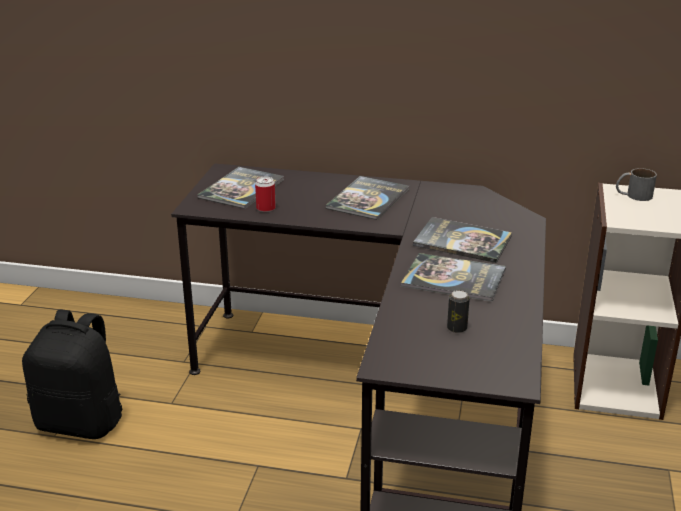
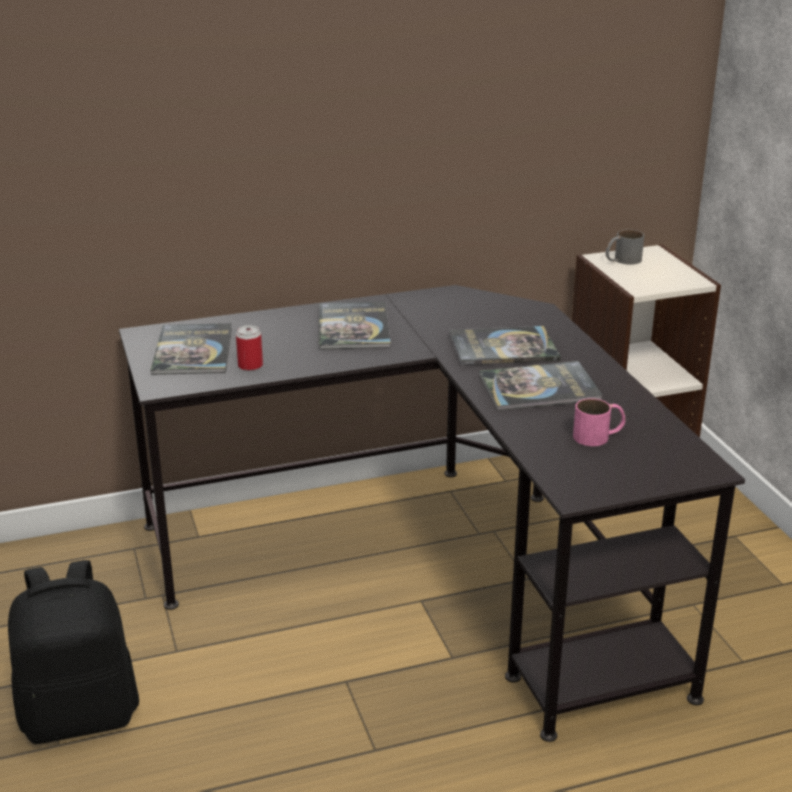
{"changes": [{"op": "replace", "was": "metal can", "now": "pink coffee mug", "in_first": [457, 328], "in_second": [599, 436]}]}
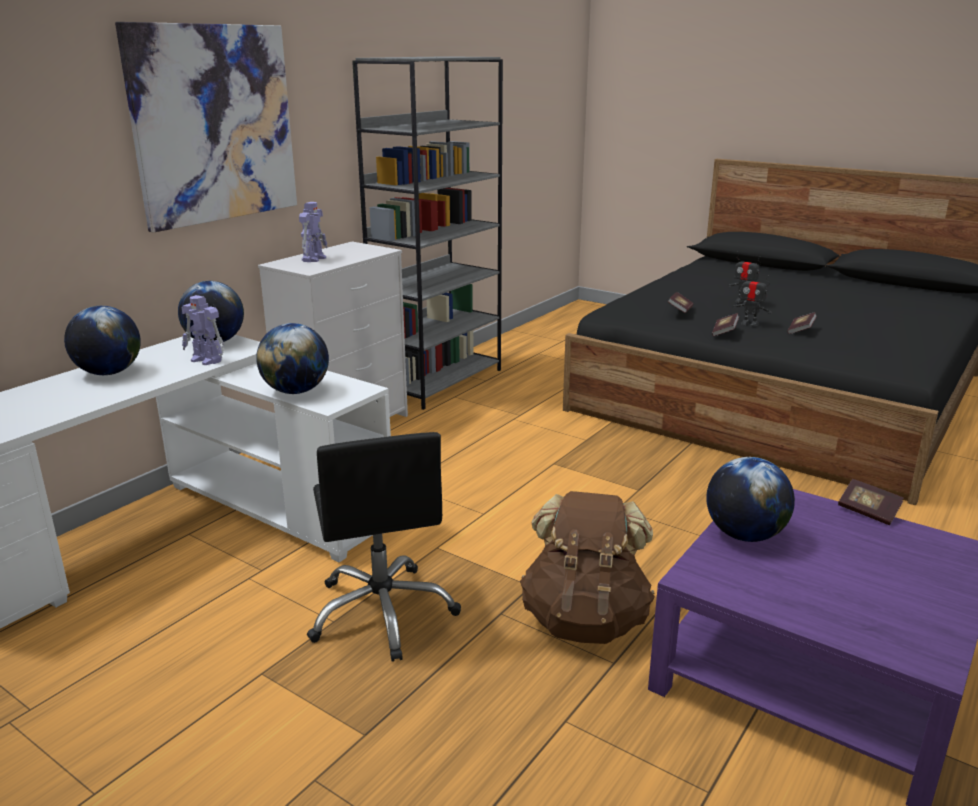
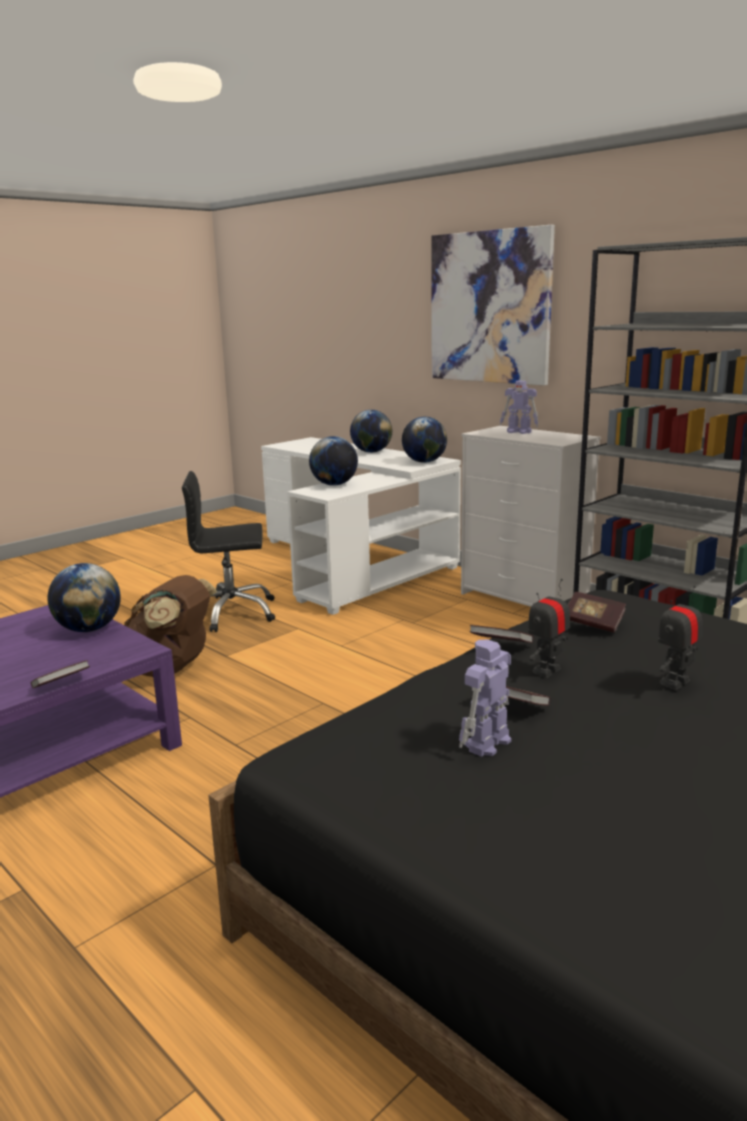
{"changes": [{"op": "move", "was": "robot figure", "in_first": [207, 360], "in_second": [486, 743]}]}
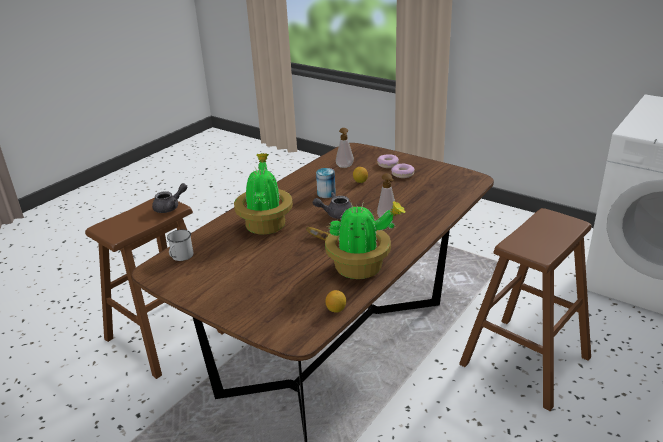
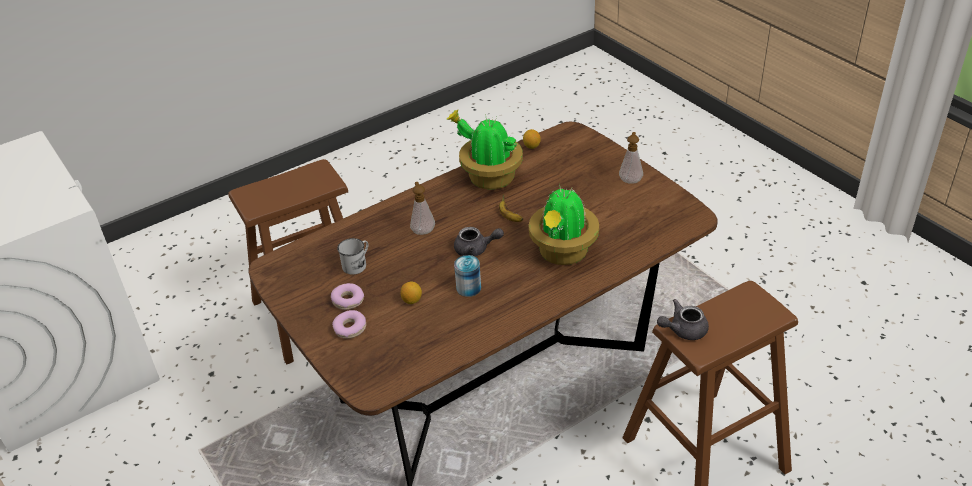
{"changes": [{"op": "move", "was": "white coffee mug", "in_first": [180, 257], "in_second": [357, 264]}, {"op": "move", "was": "soap dispenser", "in_first": [345, 167], "in_second": [630, 180]}]}
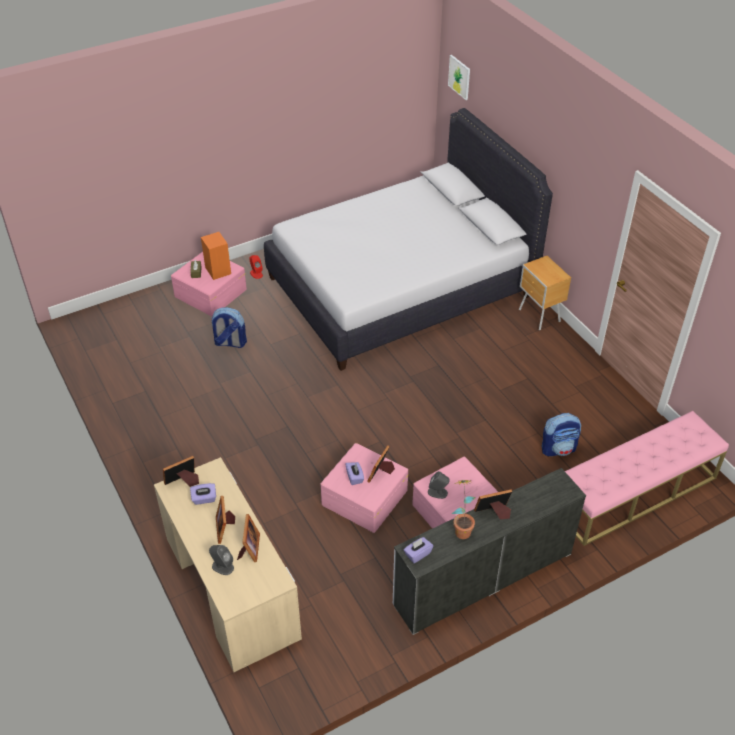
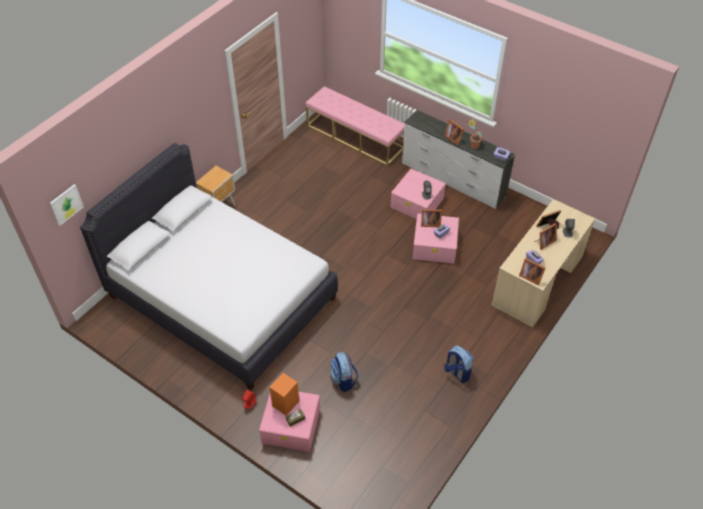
{"changes": [{"op": "move", "was": "knapsack", "in_first": [558, 448], "in_second": [457, 372]}]}
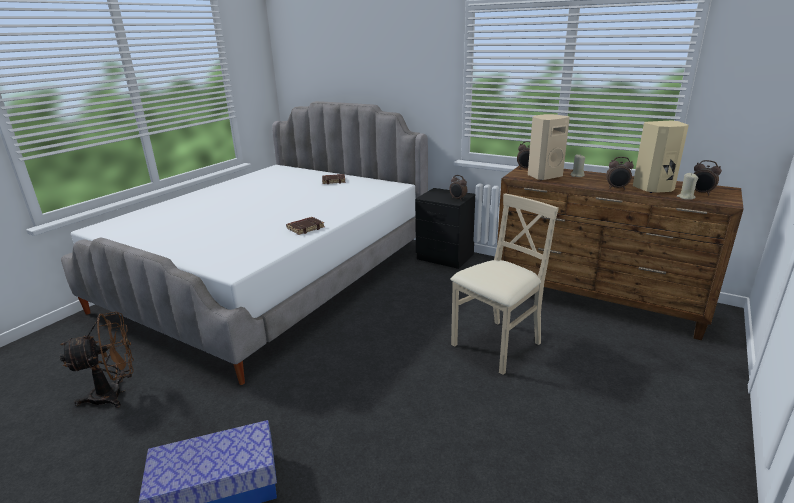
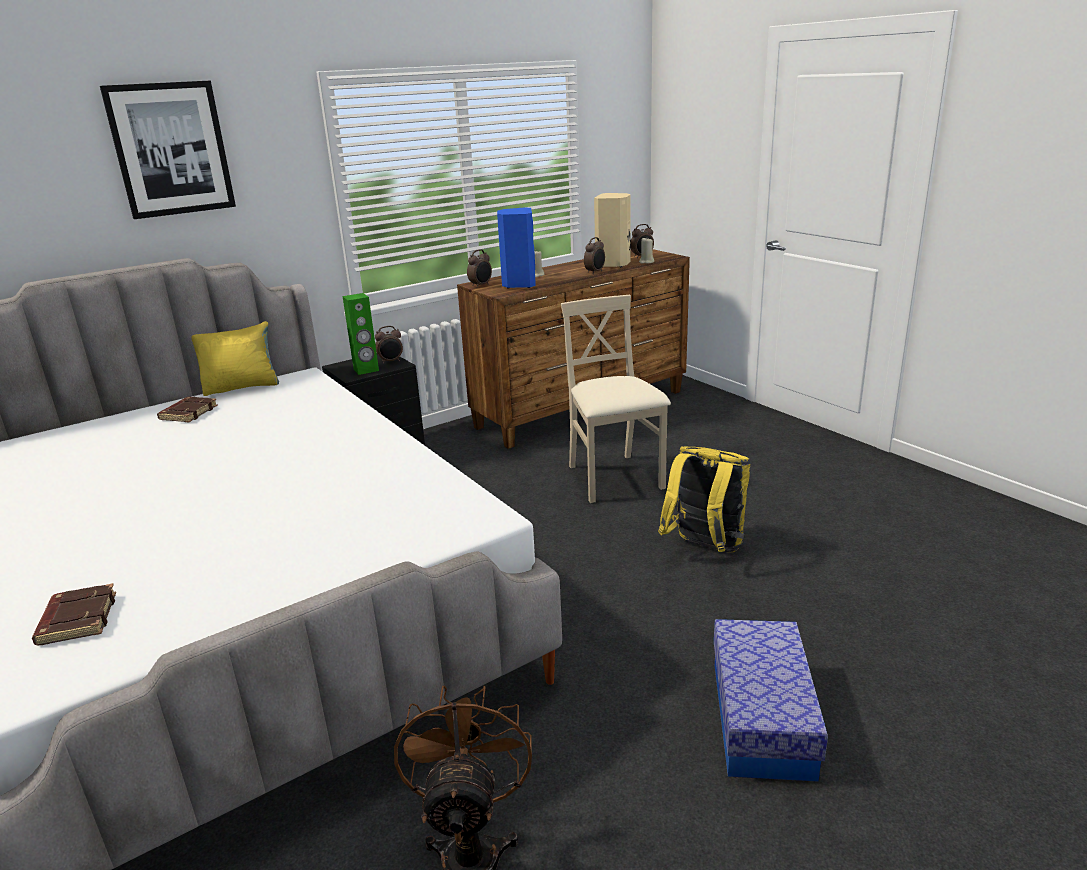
{"changes": [{"op": "move", "was": "brownish volume", "in_first": [305, 228], "in_second": [77, 619]}, {"op": "recolor", "was": "beige-coloured speaker", "now": "bluish speaker", "in_first": [543, 176], "in_second": [518, 284]}, {"op": "insert", "now": "picture", "in_second": [171, 149]}, {"op": "insert", "now": "yellow cushion", "in_second": [242, 387]}, {"op": "insert", "now": "greenish speaker", "in_second": [366, 370]}, {"op": "insert", "now": "yellow knapsack", "in_second": [704, 548]}]}
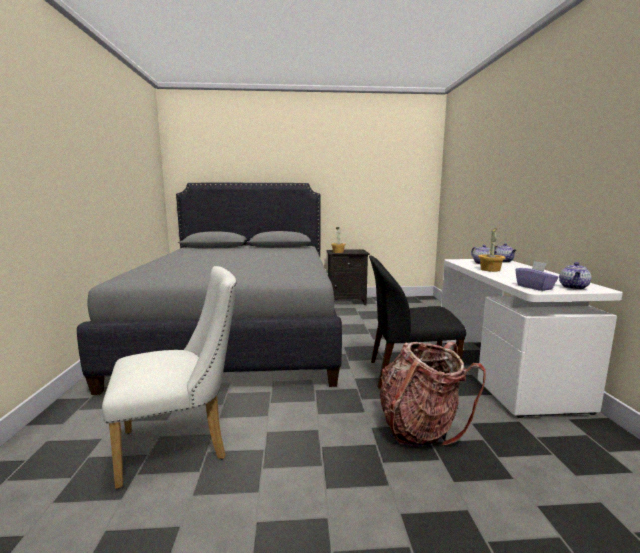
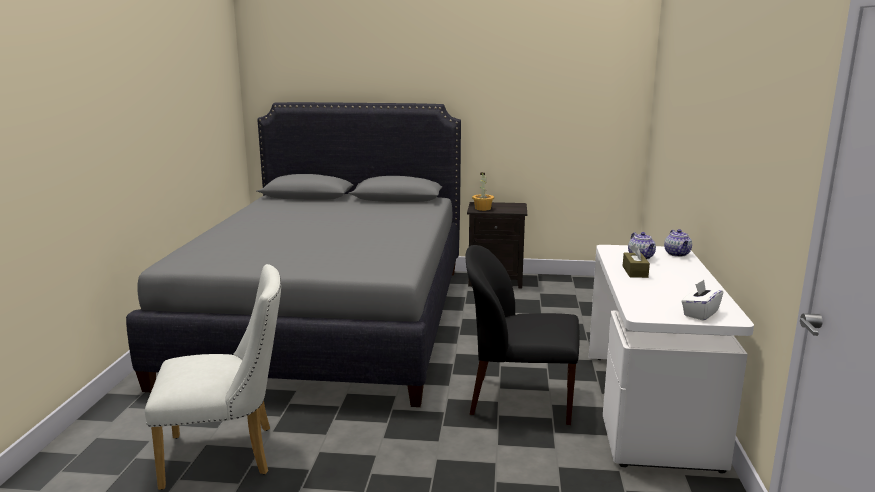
{"changes": [{"op": "delete", "was": "knapsack", "in_first": [419, 427]}, {"op": "replace", "was": "plant in a pot", "now": "brownish box of tissues", "in_first": [490, 269], "in_second": [635, 272]}, {"op": "delete", "was": "purple-coloured box of tissues", "in_first": [535, 287]}, {"op": "replace", "was": "tea pot", "now": "white box of tissues", "in_first": [574, 287], "in_second": [700, 313]}]}
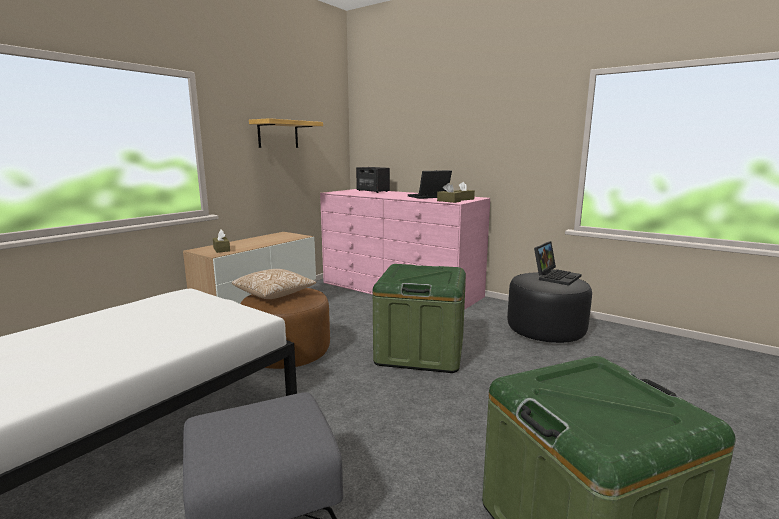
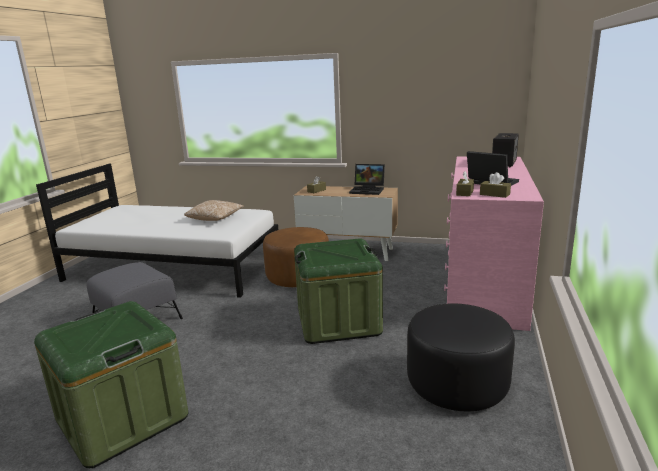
{"changes": [{"op": "move", "was": "cushion", "in_first": [275, 294], "in_second": [215, 219]}, {"op": "delete", "was": "bracket shelf", "in_first": [278, 134]}, {"op": "move", "was": "notebook computer", "in_first": [555, 277], "in_second": [368, 190]}]}
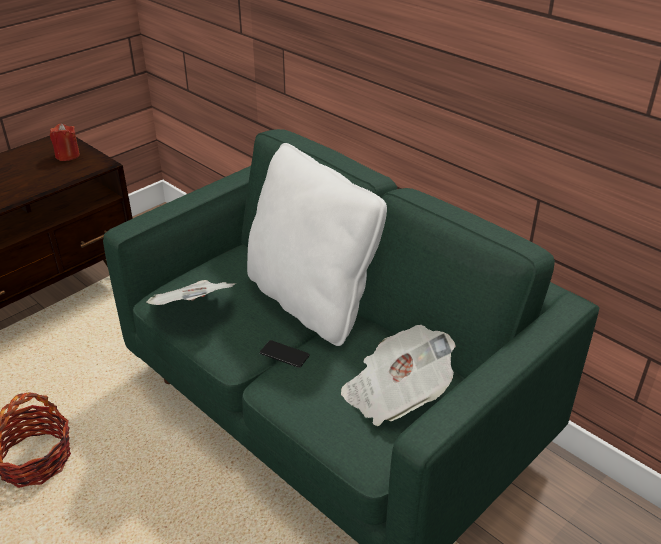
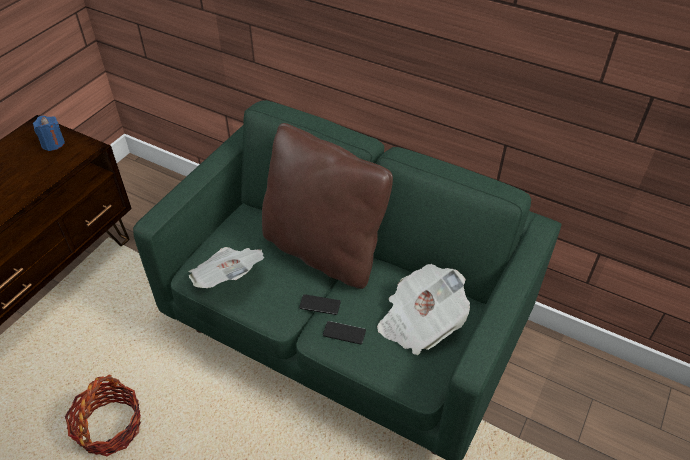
{"changes": [{"op": "recolor", "was": "red-coloured candle", "now": "bluish candle", "in_first": [67, 155], "in_second": [53, 144]}, {"op": "recolor", "was": "white cushion", "now": "brownish cushion", "in_first": [311, 301], "in_second": [323, 250]}, {"op": "insert", "now": "phone", "in_second": [344, 333]}]}
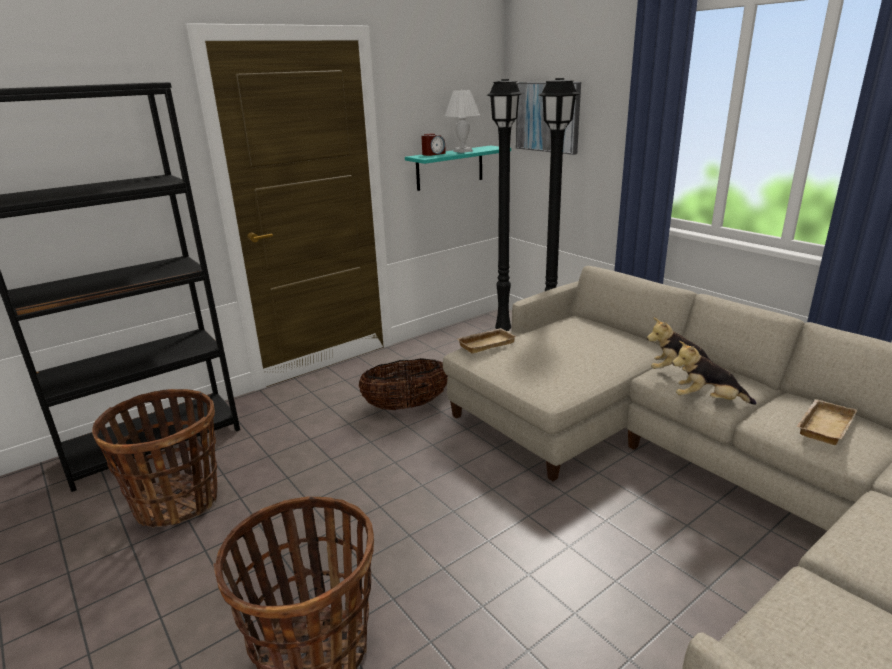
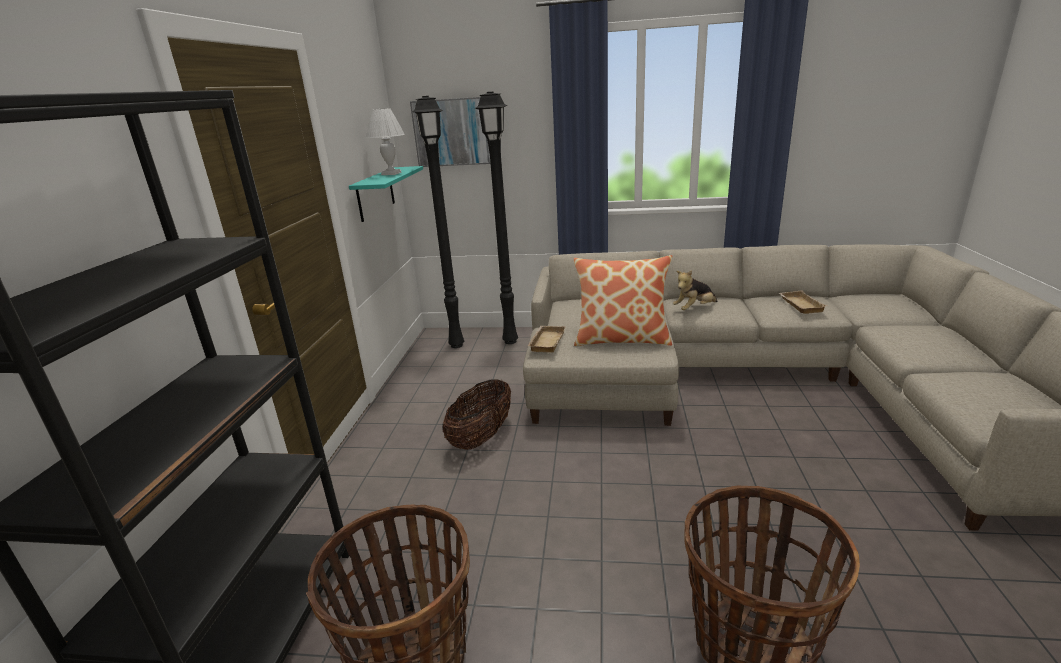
{"changes": [{"op": "delete", "was": "table clock", "in_first": [433, 154]}, {"op": "delete", "was": "cuddly toy", "in_first": [707, 400]}, {"op": "insert", "now": "cushion", "in_second": [622, 339]}]}
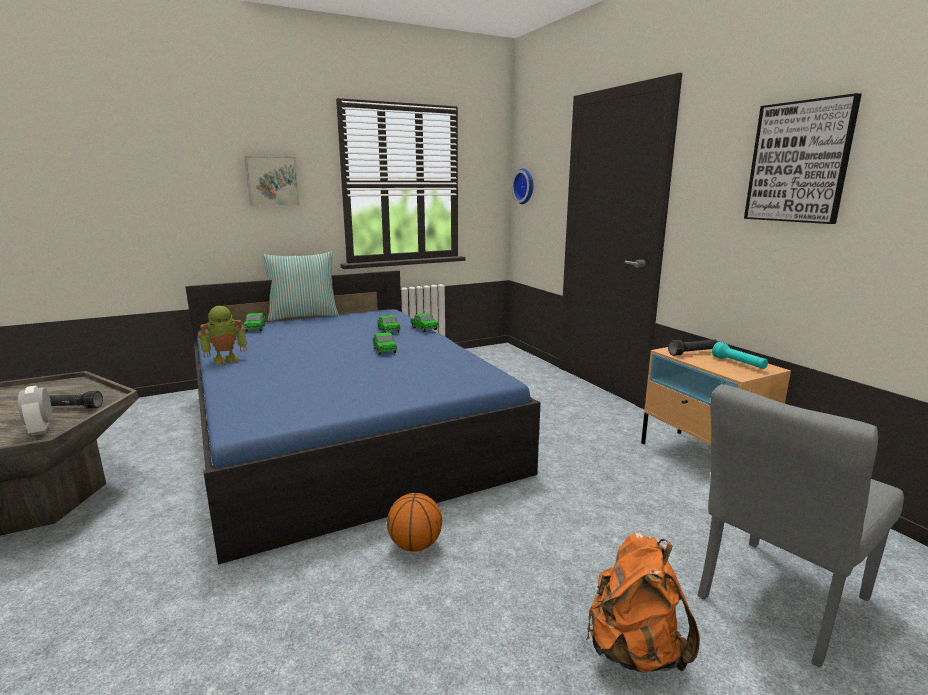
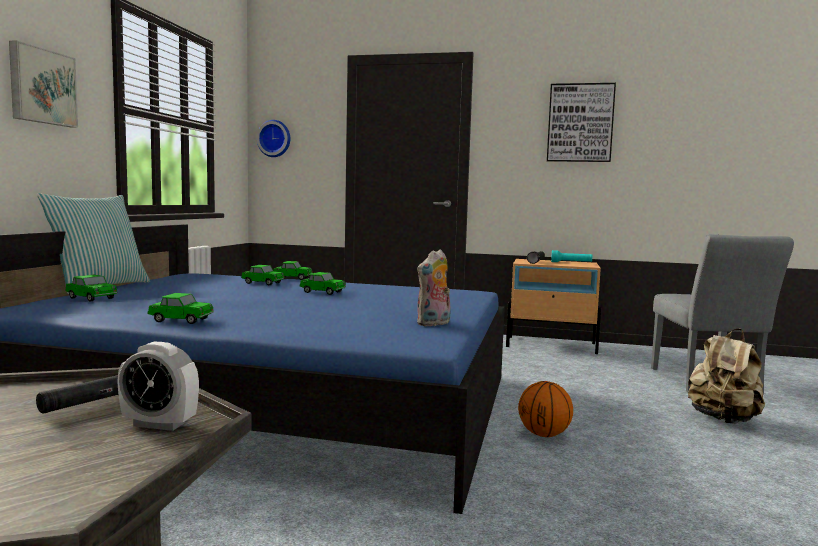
{"changes": [{"op": "replace", "was": "robot figure", "now": "model car", "in_first": [226, 359], "in_second": [181, 320]}, {"op": "recolor", "was": "orange-coloured knapsack", "now": "beige-coloured knapsack", "in_first": [634, 650], "in_second": [723, 420]}, {"op": "insert", "now": "cuddly toy", "in_second": [434, 324]}]}
